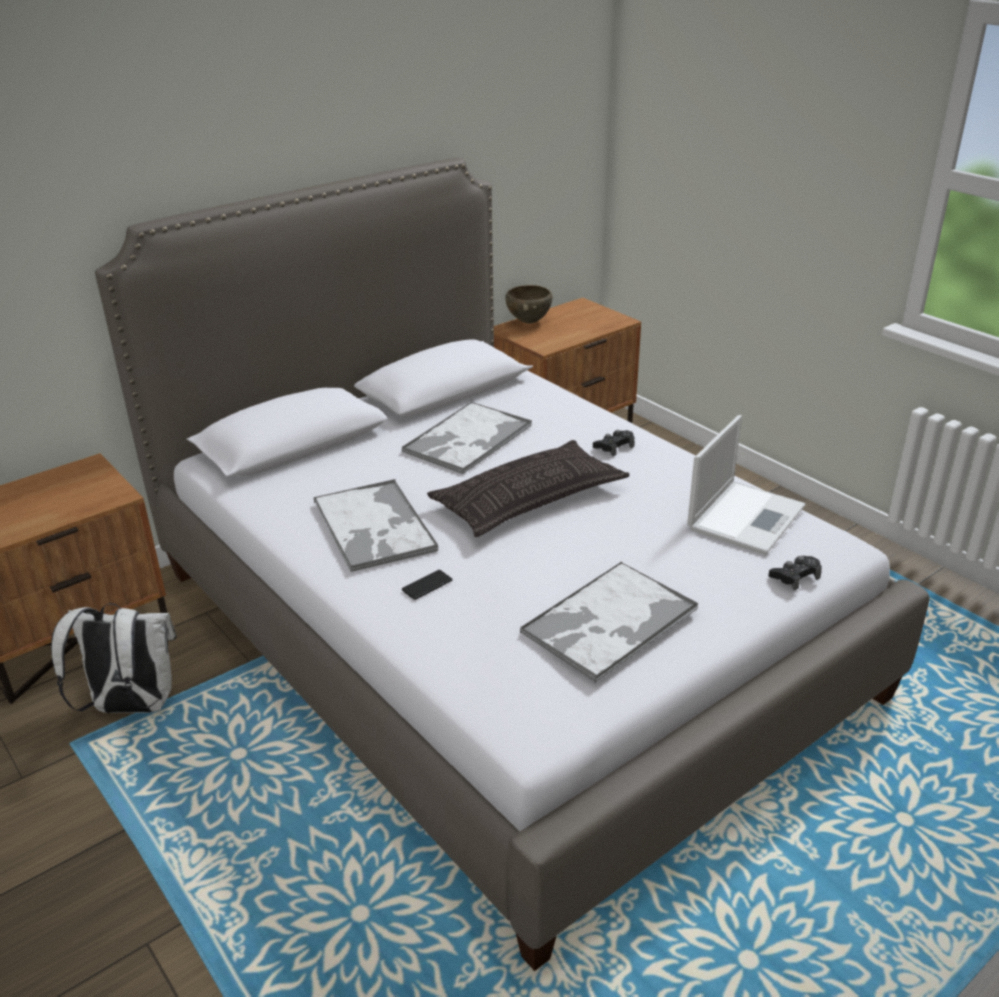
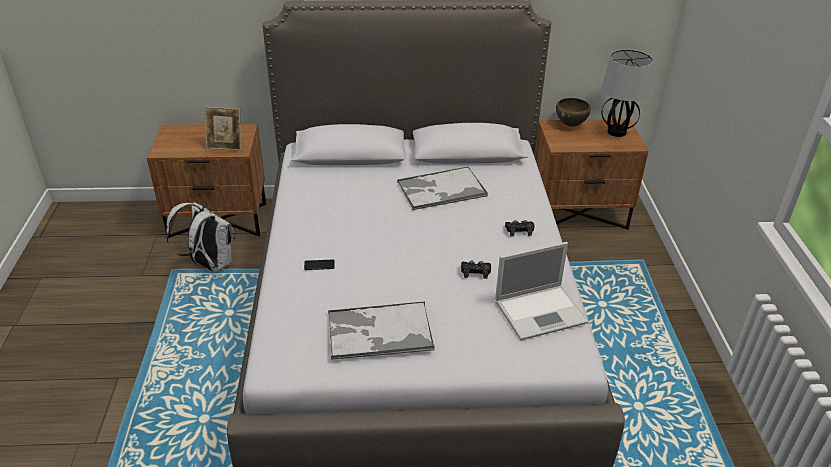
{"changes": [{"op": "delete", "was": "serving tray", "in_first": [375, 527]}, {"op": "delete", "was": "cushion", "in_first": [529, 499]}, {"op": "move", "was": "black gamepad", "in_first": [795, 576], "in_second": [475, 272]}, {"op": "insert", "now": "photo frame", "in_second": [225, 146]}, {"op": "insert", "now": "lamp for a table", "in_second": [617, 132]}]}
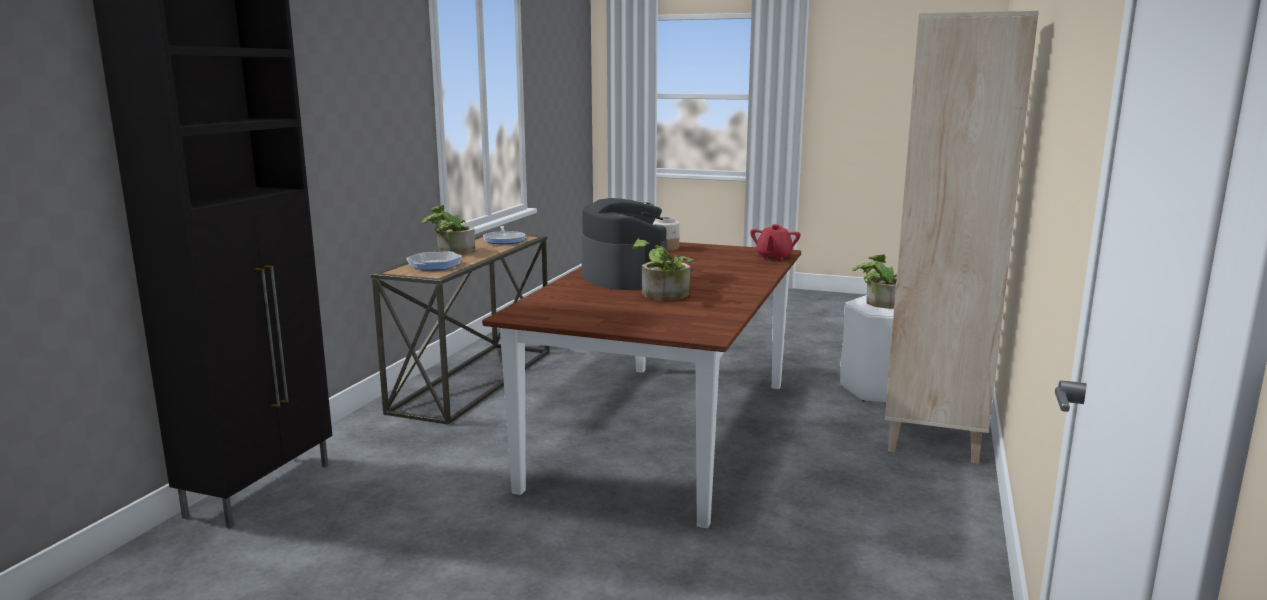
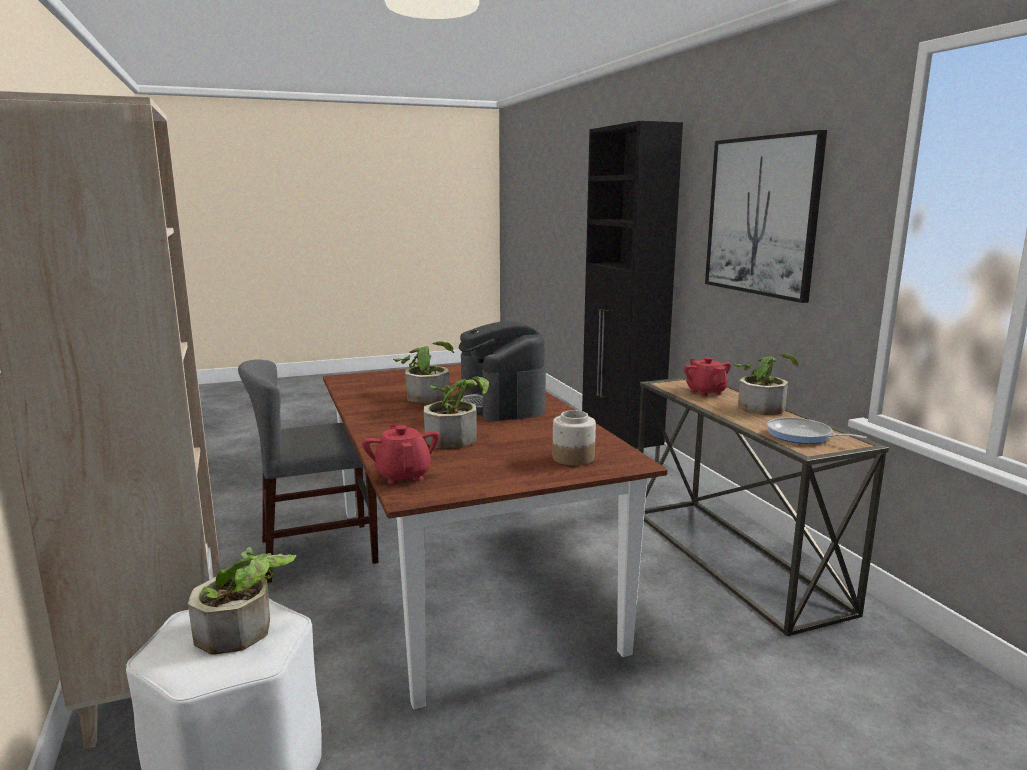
{"changes": [{"op": "replace", "was": "frying pan", "now": "red-coloured tea pot", "in_first": [434, 265], "in_second": [705, 392]}, {"op": "rotate", "was": "coffee machine", "in_first": [623, 277], "in_second": [501, 404], "clockwise": 45}, {"op": "insert", "now": "grey plain chair", "in_second": [319, 551]}, {"op": "insert", "now": "plant in a pot", "in_second": [456, 437]}, {"op": "insert", "now": "picture", "in_second": [761, 216]}]}
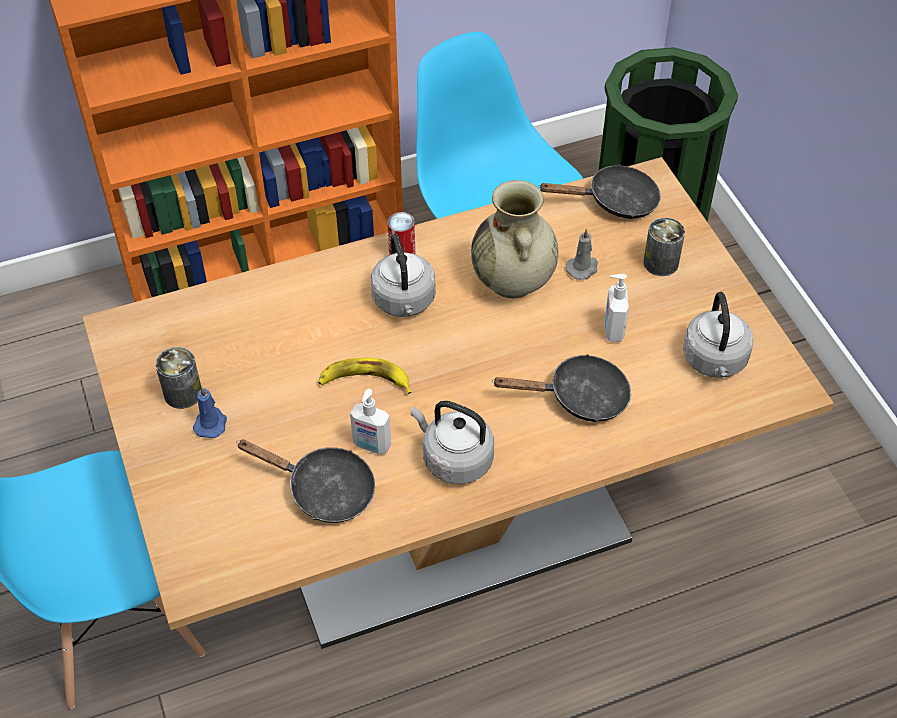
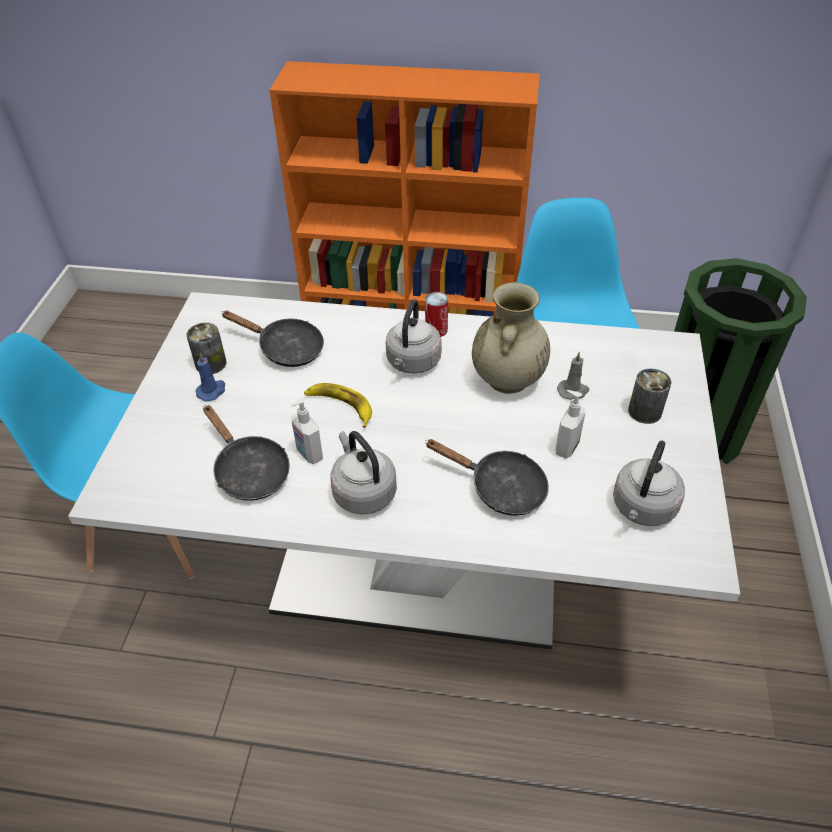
{"changes": [{"op": "recolor", "was": "brownish dinner table", "now": "white dinner table", "in_first": [448, 521], "in_second": [418, 565]}, {"op": "move", "was": "black frying pan", "in_first": [615, 201], "in_second": [285, 348]}]}
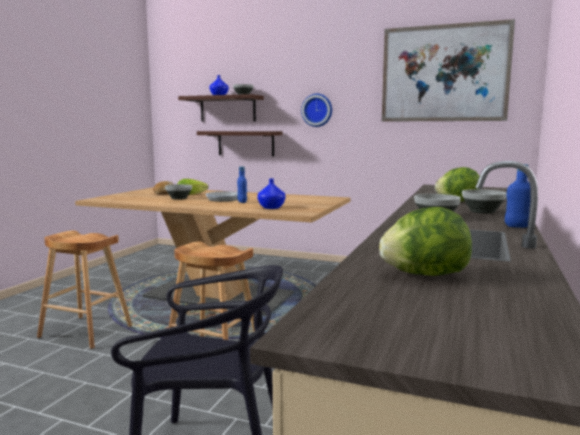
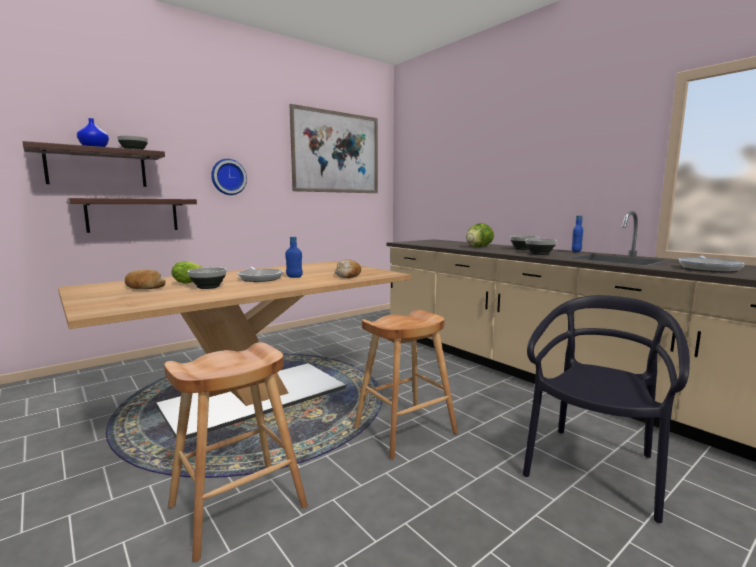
{"changes": [{"op": "replace", "was": "bluish decorative vase", "now": "bread", "in_first": [271, 208], "in_second": [347, 275]}, {"op": "replace", "was": "head of lettuce", "now": "frying pan", "in_first": [424, 275], "in_second": [708, 268]}]}
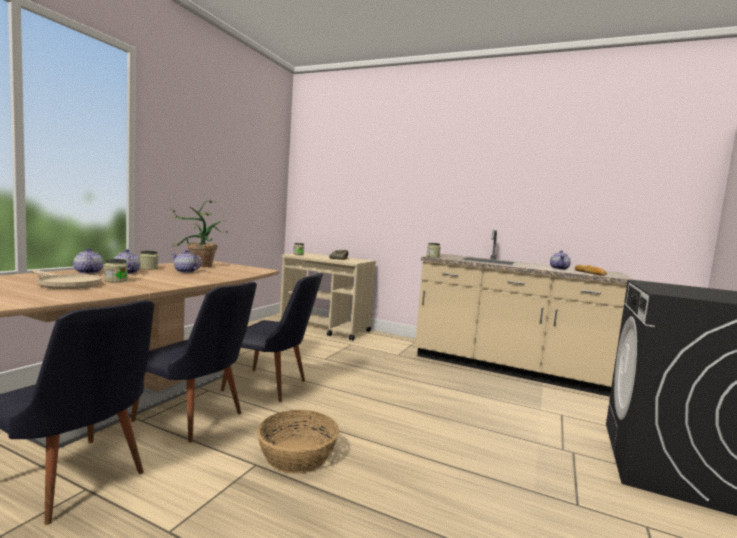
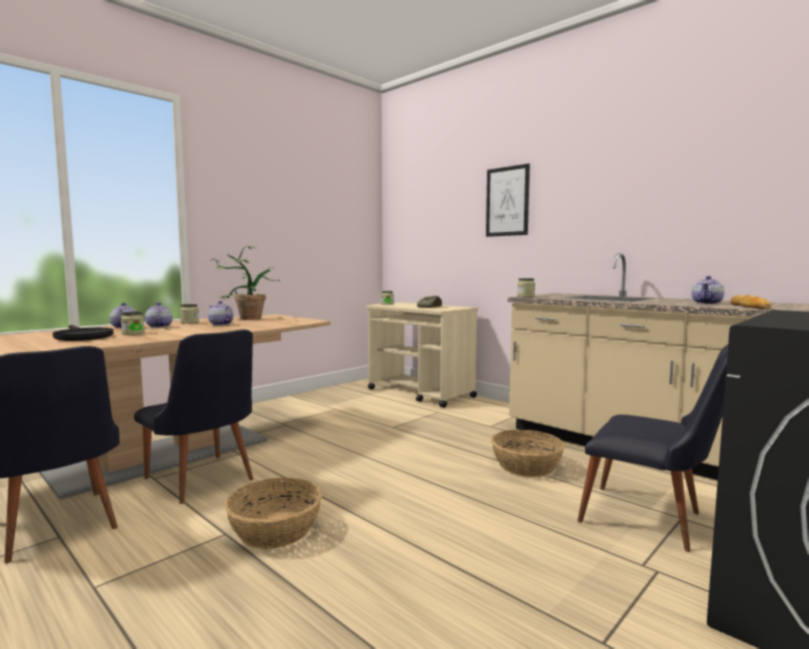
{"changes": [{"op": "recolor", "was": "beige-coloured frying pan", "now": "black frying pan", "in_first": [65, 284], "in_second": [82, 337]}, {"op": "move", "was": "black plain chair", "in_first": [272, 387], "in_second": [653, 521]}, {"op": "insert", "now": "picture", "in_second": [507, 201]}, {"op": "insert", "now": "storage basket", "in_second": [526, 466]}]}
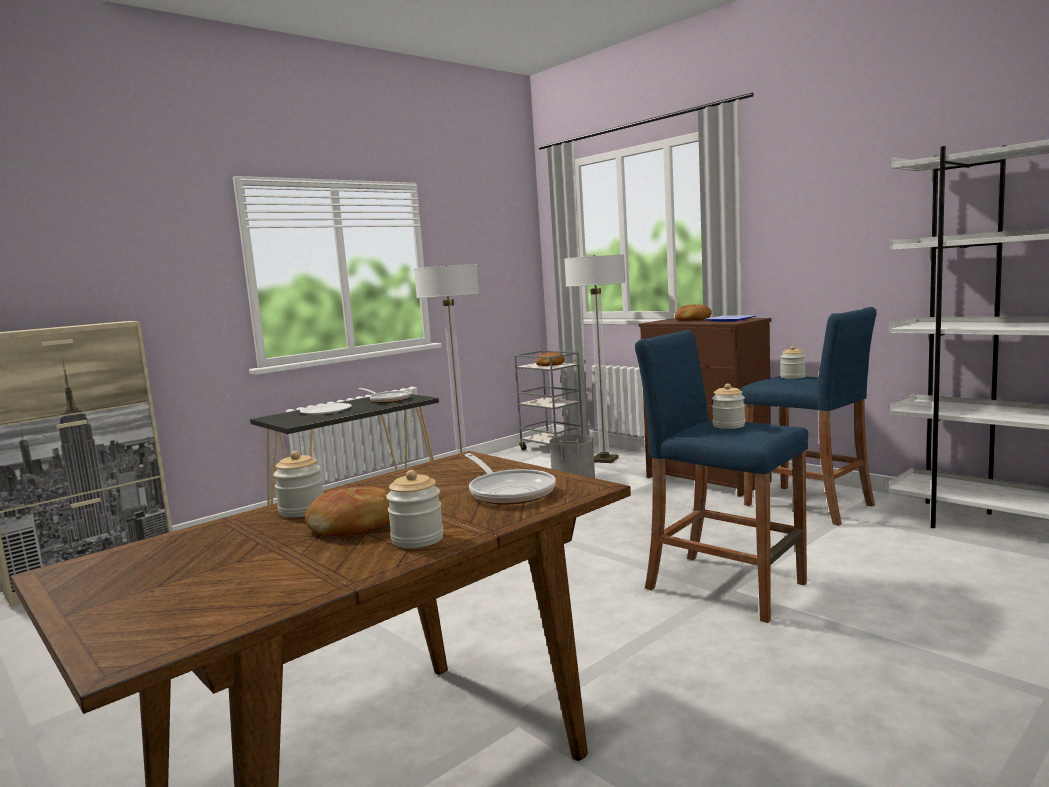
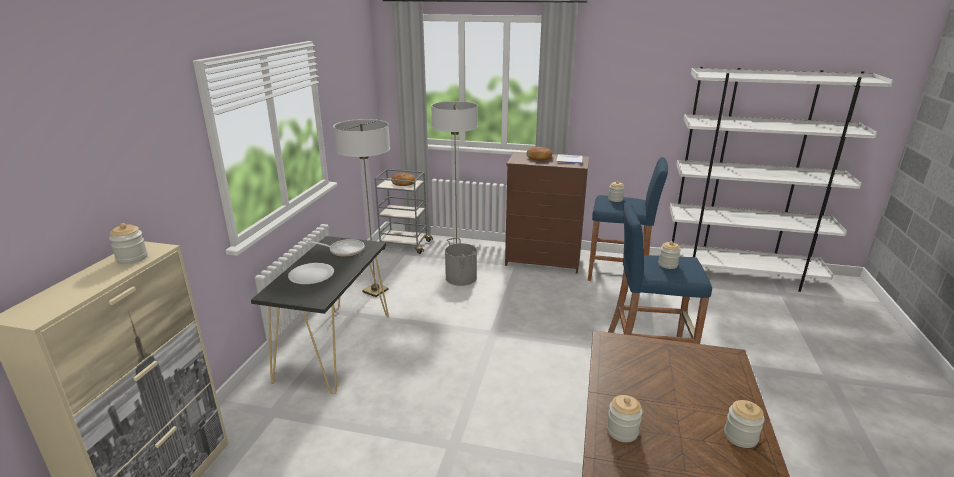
{"changes": [{"op": "delete", "was": "bread", "in_first": [355, 526]}, {"op": "delete", "was": "frying pan", "in_first": [509, 492]}, {"op": "insert", "now": "storage jar", "in_second": [132, 258]}]}
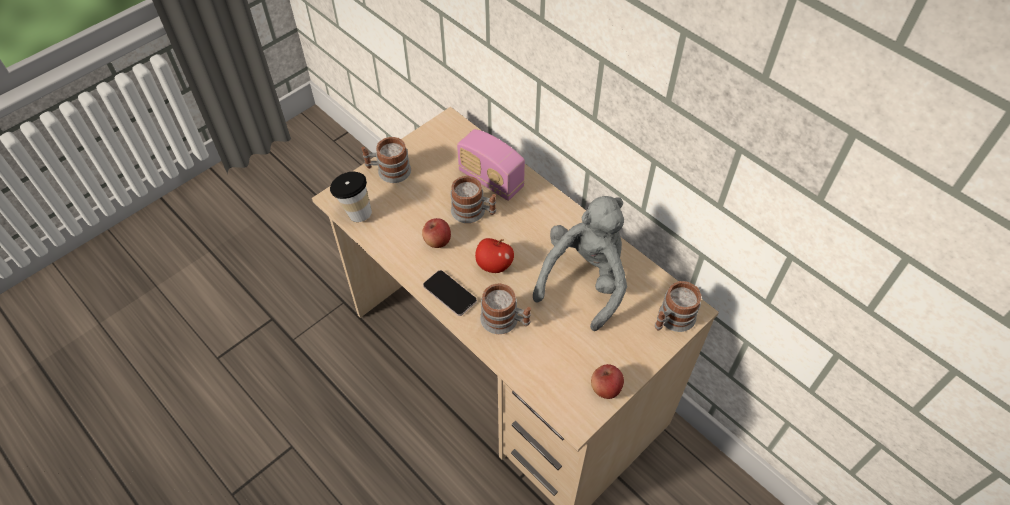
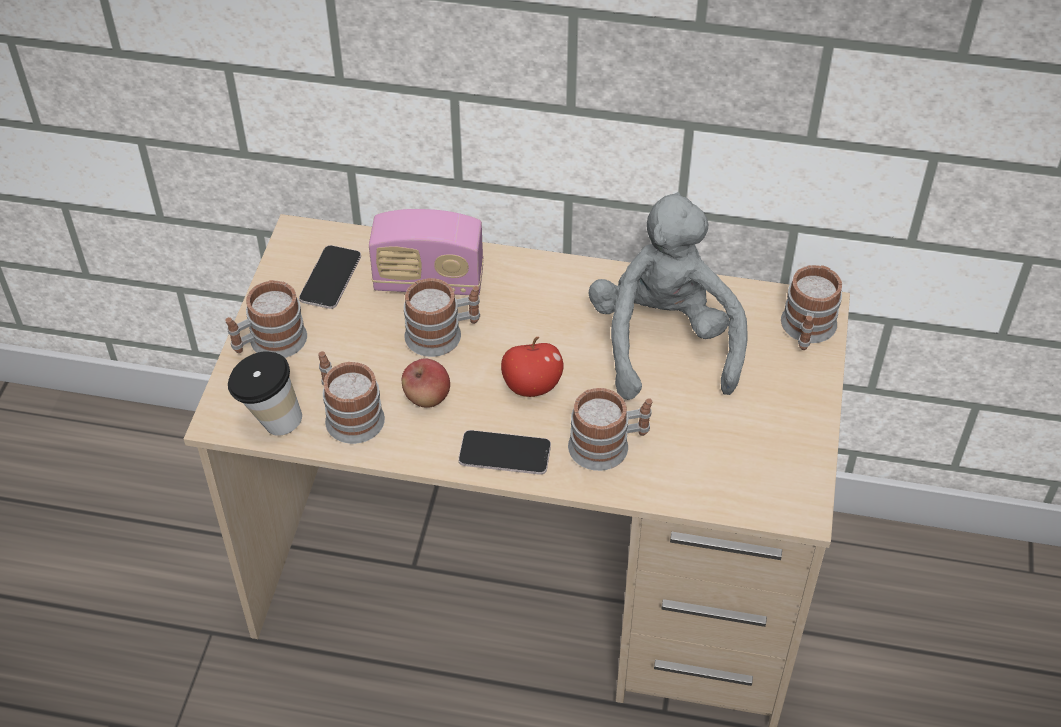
{"changes": [{"op": "delete", "was": "apple fruit", "in_first": [605, 388]}, {"op": "insert", "now": "phone", "in_second": [330, 278]}, {"op": "insert", "now": "coffee mug", "in_second": [348, 414]}]}
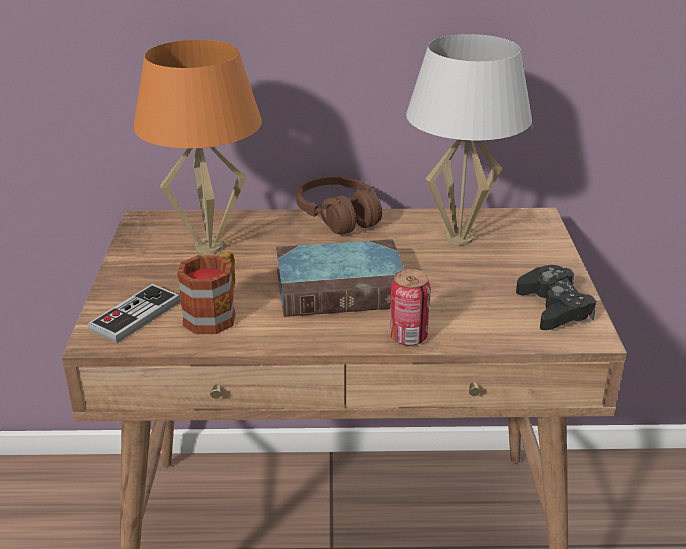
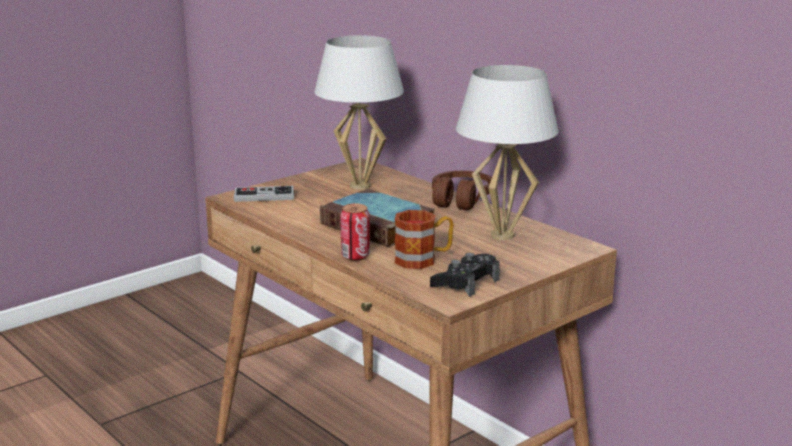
{"changes": [{"op": "recolor", "was": "orange-coloured lamp for a table", "now": "white lamp for a table", "in_first": [208, 247], "in_second": [360, 186]}, {"op": "move", "was": "coffee mug", "in_first": [215, 313], "in_second": [423, 259]}]}
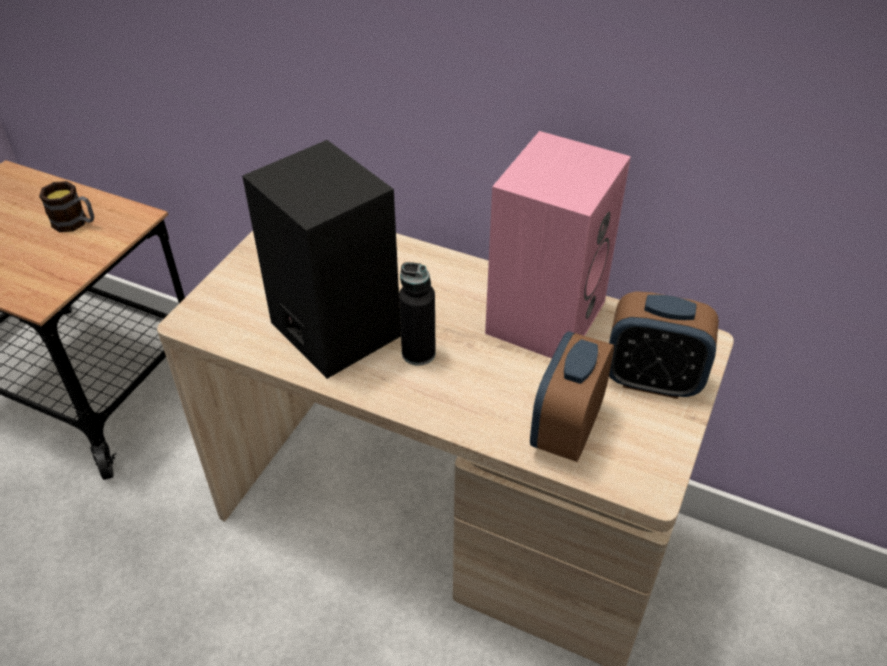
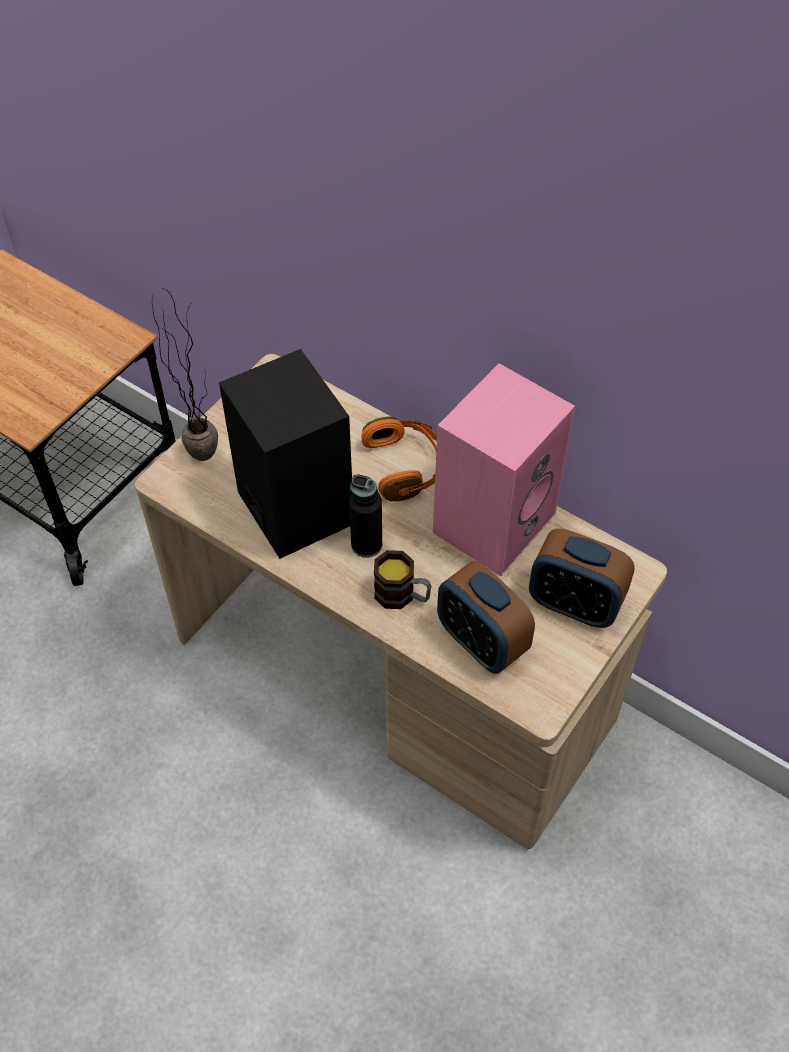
{"changes": [{"op": "move", "was": "coffee mug", "in_first": [76, 223], "in_second": [402, 595]}, {"op": "rotate", "was": "table clock", "in_first": [566, 430], "in_second": [481, 642], "clockwise": -75}, {"op": "insert", "now": "plant in a pot", "in_second": [201, 446]}, {"op": "insert", "now": "orange-coloured pair of headphones", "in_second": [406, 466]}]}
